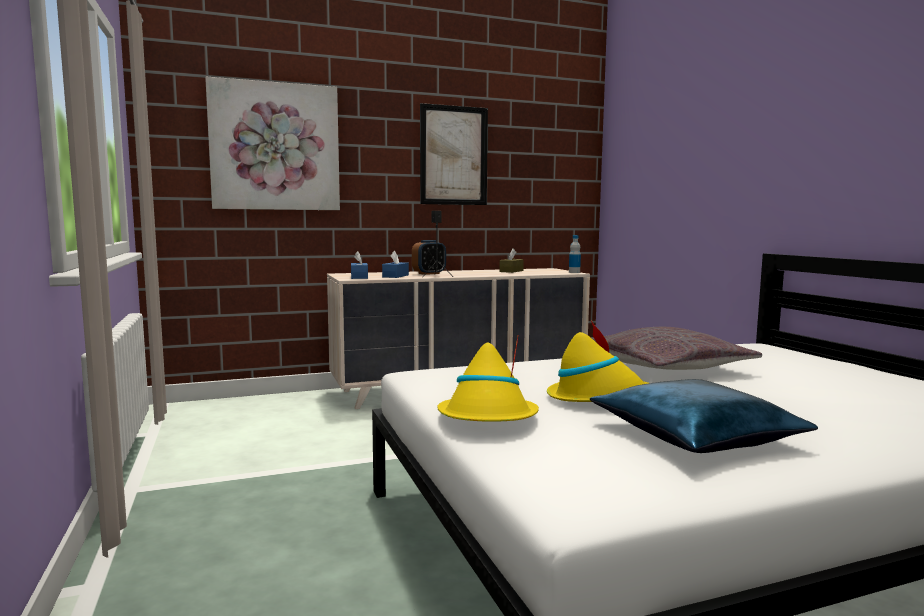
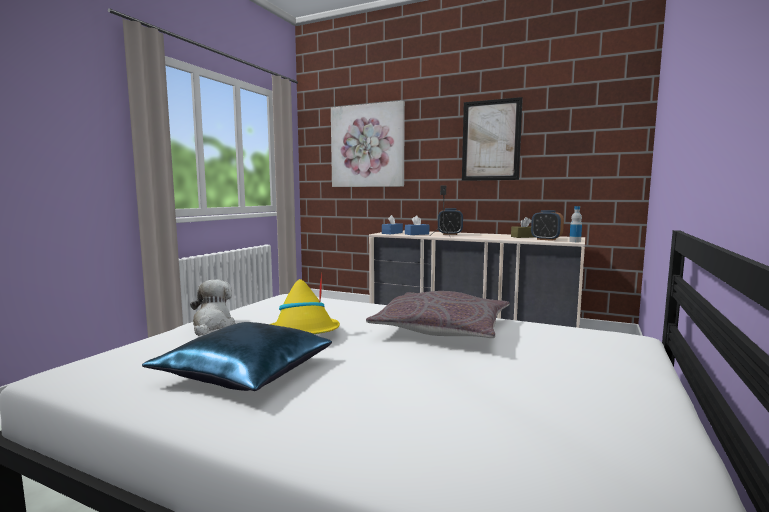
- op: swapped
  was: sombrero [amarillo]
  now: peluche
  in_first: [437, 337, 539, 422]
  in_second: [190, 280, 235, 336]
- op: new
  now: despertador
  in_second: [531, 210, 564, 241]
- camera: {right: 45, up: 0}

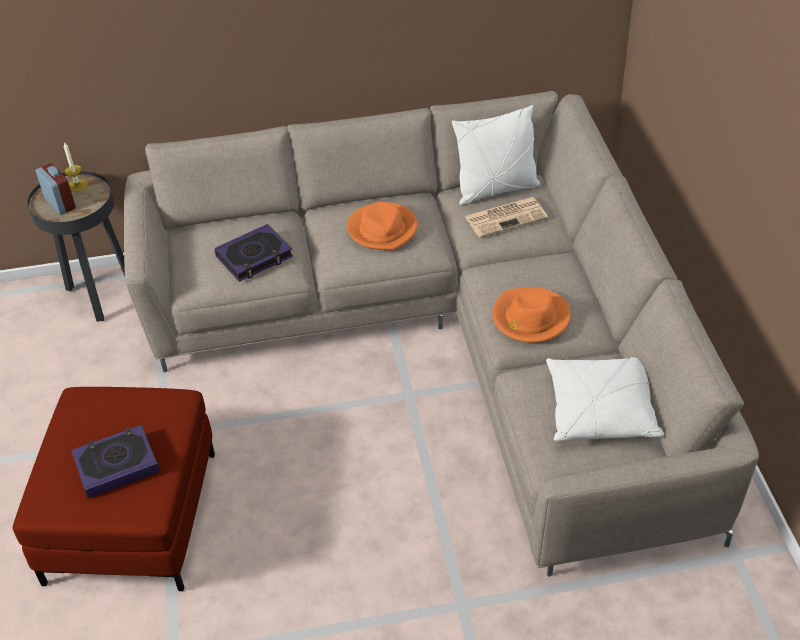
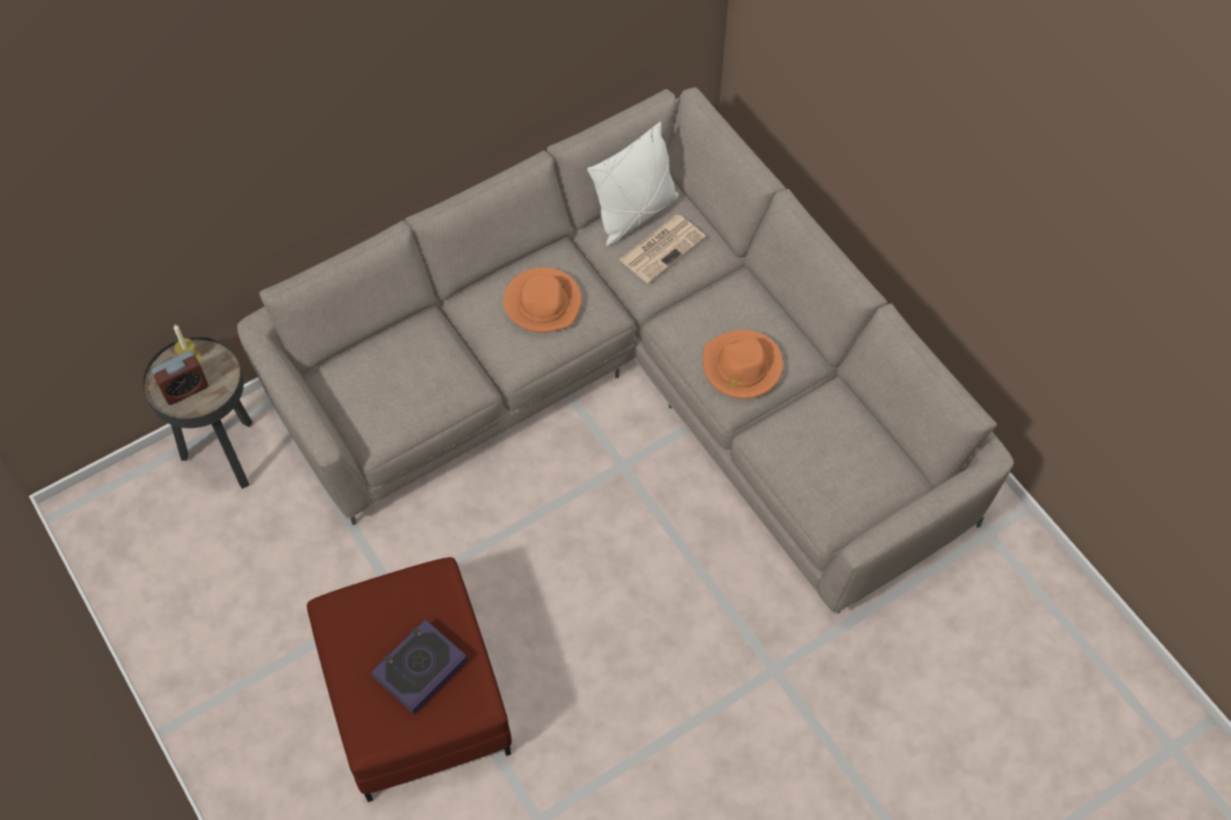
- op: rotated
  was: despertador
  in_first: [36, 163, 76, 215]
  in_second: [151, 351, 208, 405]
  clockwise: 120
- op: gone
  was: libro
  in_first: [214, 224, 293, 282]
- op: gone
  was: cojín [blanco]
  in_first: [546, 357, 664, 441]
- camera: {right: -25, up: 15}

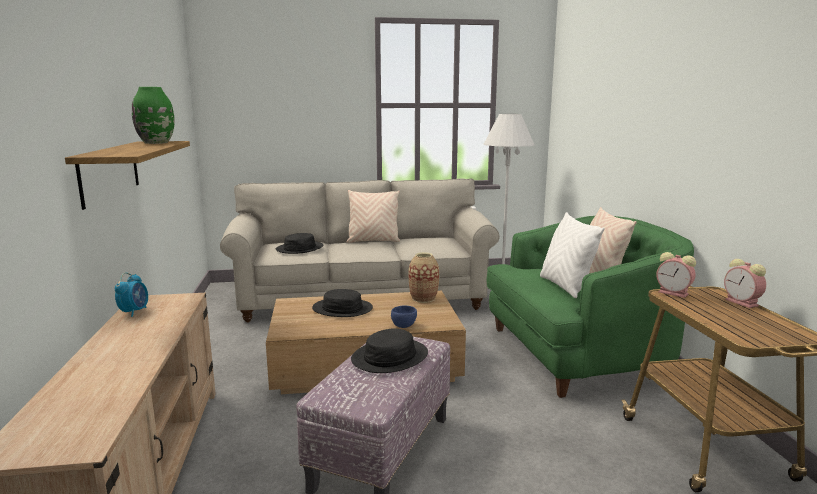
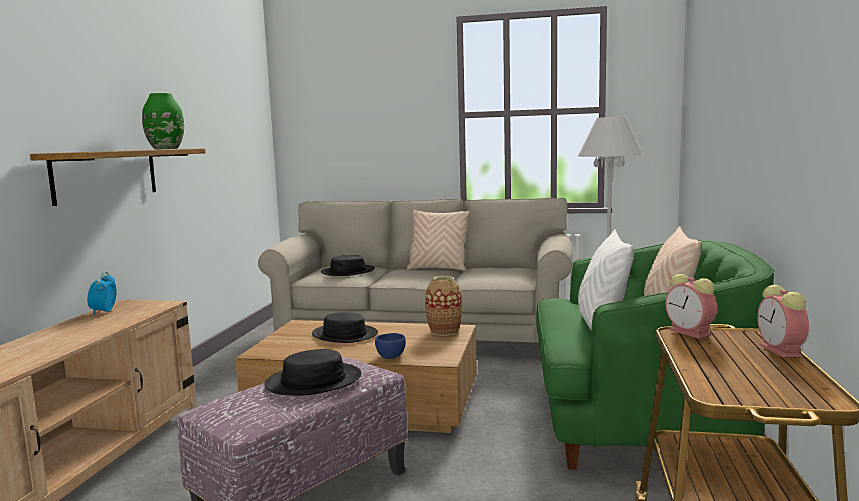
- op: rotated
  was: despertador
  in_first: [115, 272, 148, 317]
  in_second: [87, 272, 117, 316]
  clockwise: 150
- camera: {right: 20, up: -5}

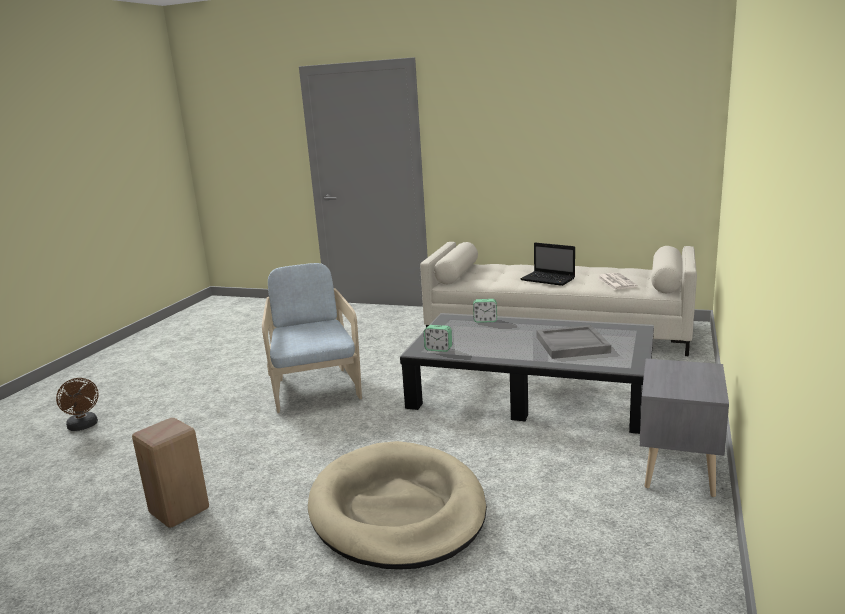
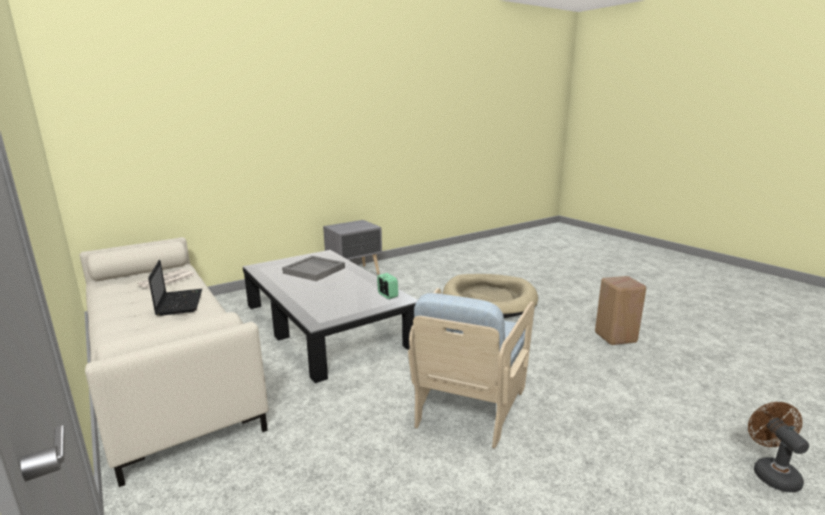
- op: gone
  was: despertador
  in_first: [473, 299, 497, 323]
- camera: {right: -145, up: 0}

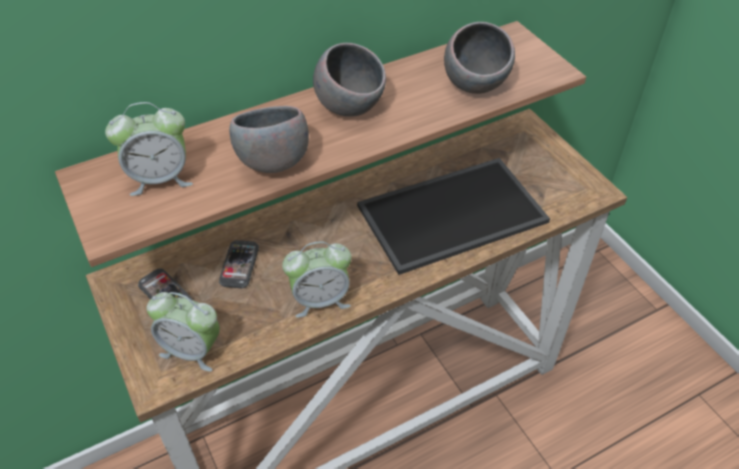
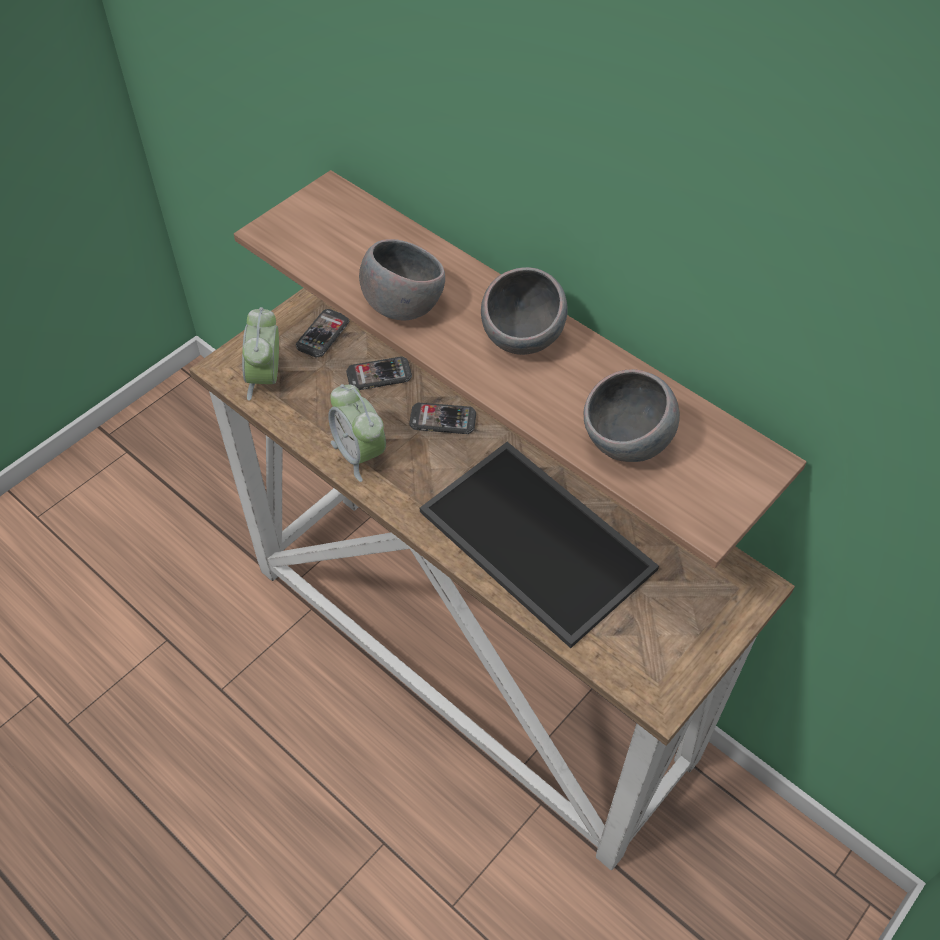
- op: gone
  was: despertador
  in_first: [105, 102, 193, 196]
- op: new
  now: móvil
  in_second: [409, 403, 476, 434]
- camera: {right: 70, up: 5}

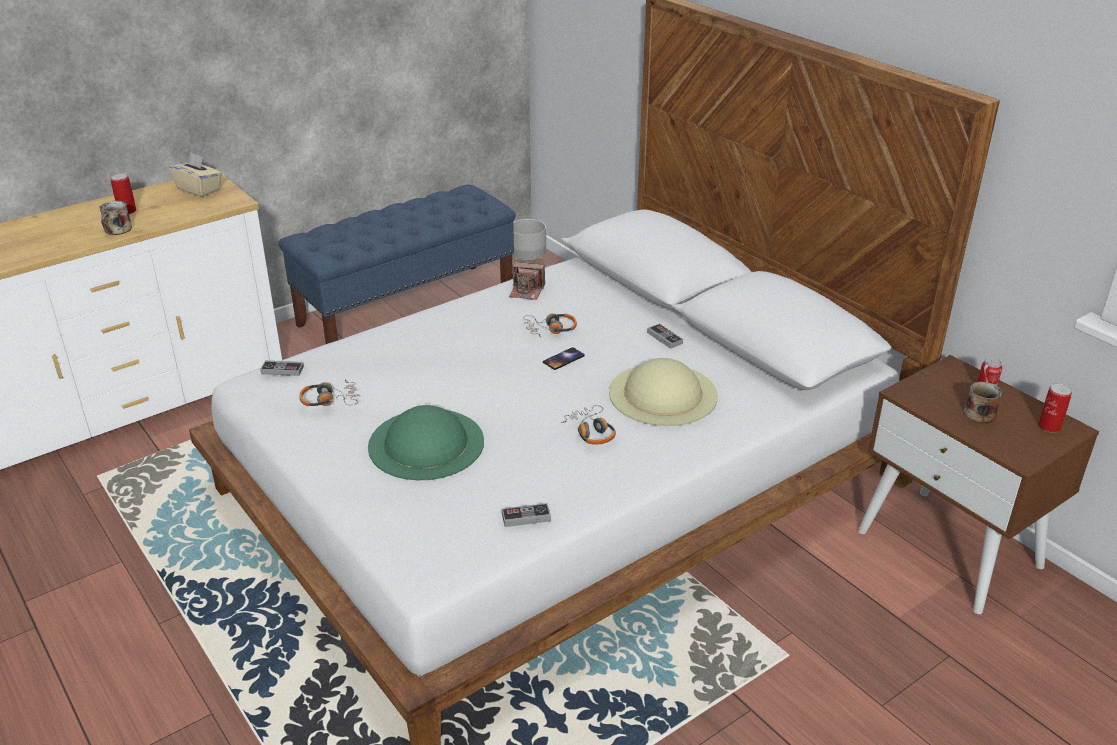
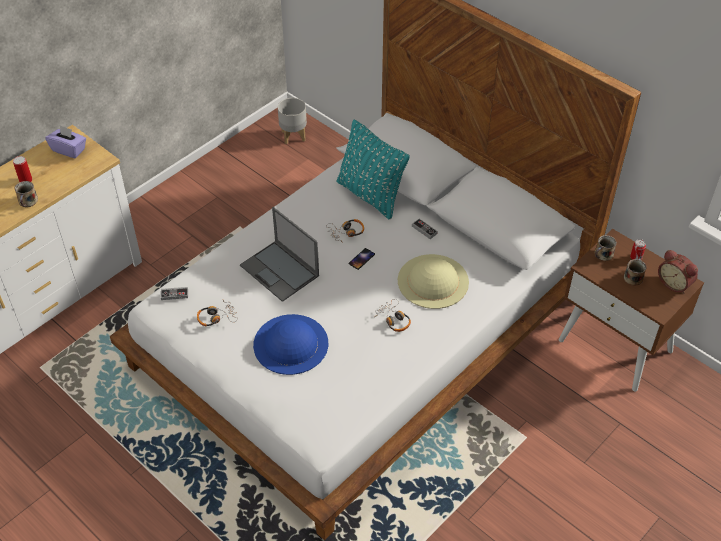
- op: repainted
  was: caja de pañuelos [beis]
  now: caja de pañuelos [morado]
  in_first: [168, 152, 222, 197]
  in_second: [45, 125, 86, 158]
- op: gone
  was: banco [azul]
  in_first: [279, 184, 516, 344]
- op: gone
  was: cámara
  in_first: [509, 262, 545, 300]
- op: swapped
  was: lata
  now: despertador
  in_first: [1038, 384, 1072, 433]
  in_second: [658, 250, 698, 294]
- op: repainted
  was: sombrero [verde]
  now: sombrero [azul]
  in_first: [368, 405, 484, 480]
  in_second: [253, 314, 328, 375]
- op: gone
  was: mando de consola
  in_first: [502, 503, 551, 527]
- op: new
  now: cojín [turquesa]
  in_second: [337, 119, 410, 219]
- op: new
  now: portátil
  in_second: [240, 207, 319, 302]
- op: new
  now: taza grande
  in_second: [595, 235, 617, 261]
- camera: {right: -10, up: 15}

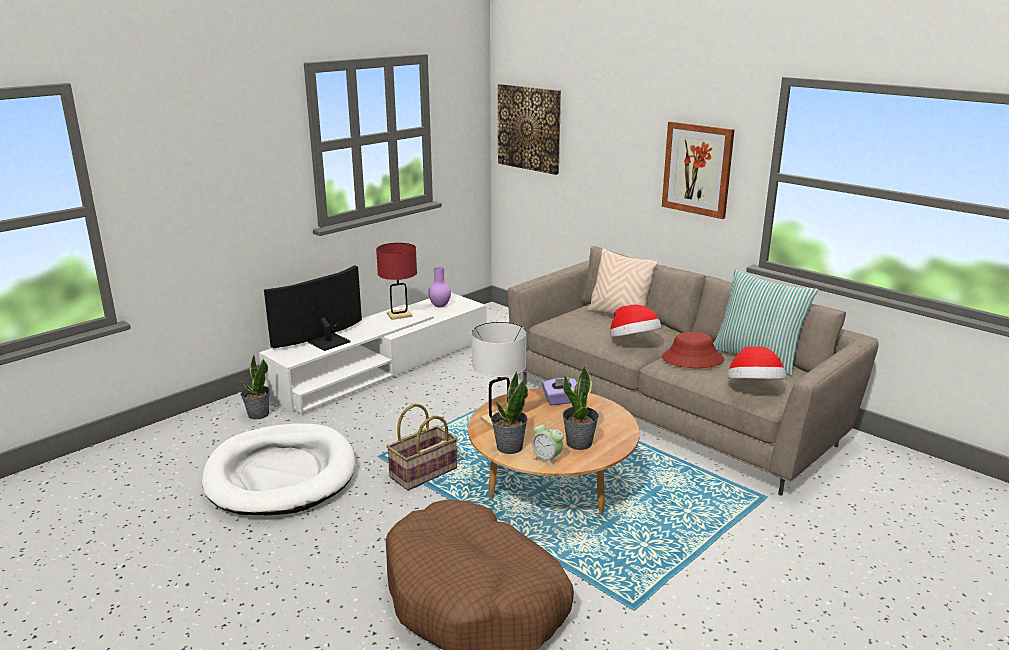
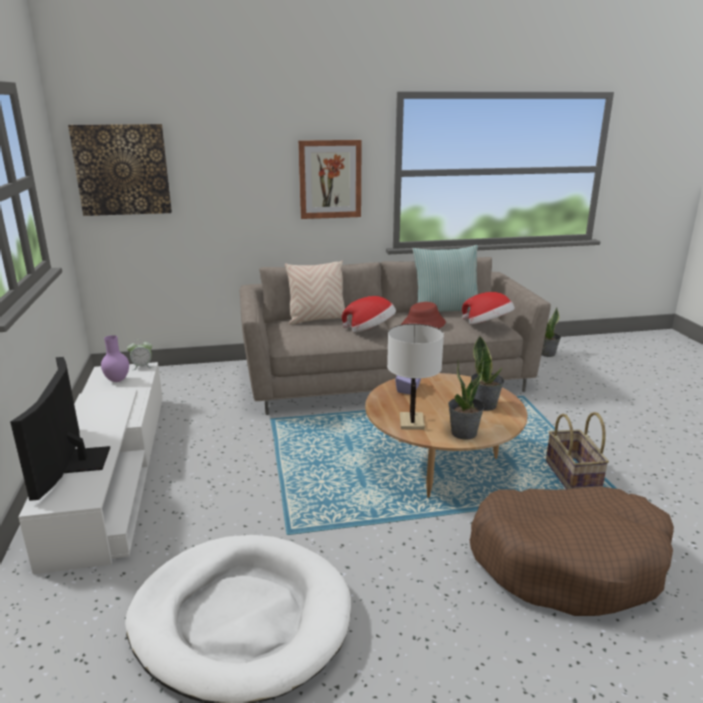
- op: gone
  was: lámpara de mesa [rojo]
  in_first: [376, 243, 417, 320]
- op: shifted
  was: planta en maceta
  in_first: [241, 355, 270, 419]
  in_second: [541, 308, 561, 357]
- op: shifted
  was: cesta
  in_first: [386, 404, 457, 491]
  in_second: [546, 412, 609, 489]
- op: shifted
  was: despertador
  in_first: [532, 422, 564, 467]
  in_second: [127, 339, 153, 370]
- camera: {right: -55, up: 0}

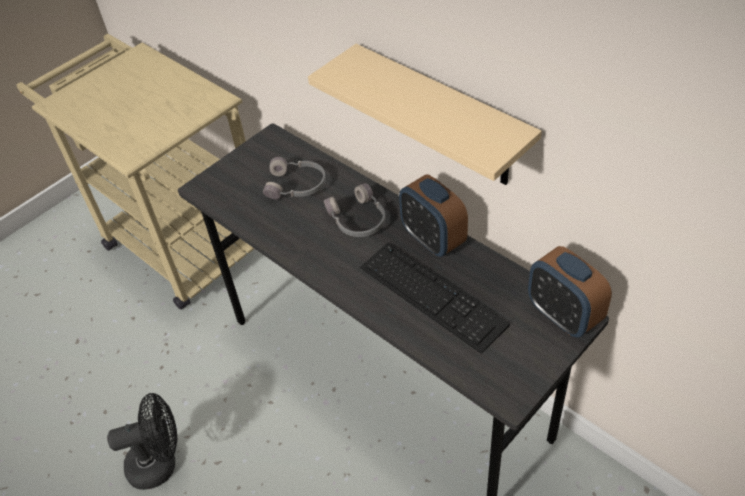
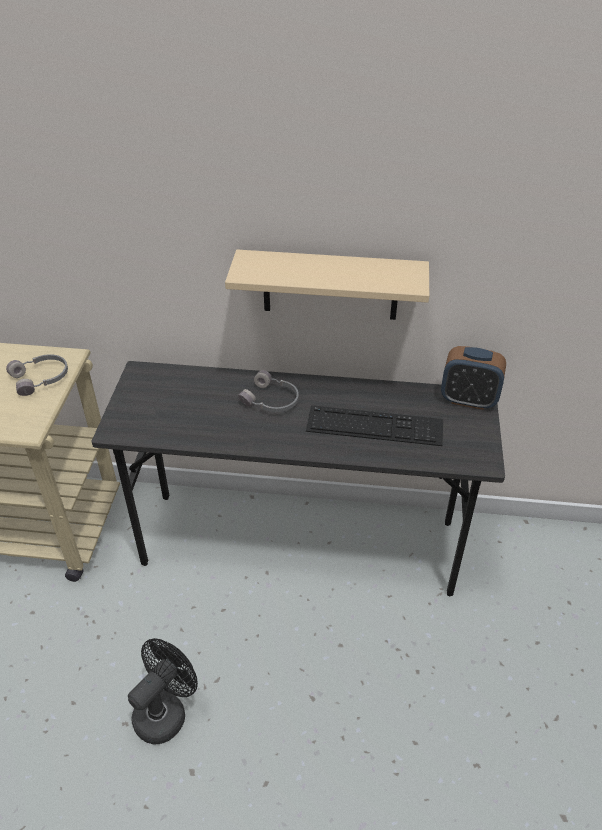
- op: shifted
  was: auriculares [gris]
  in_first: [263, 157, 326, 199]
  in_second: [6, 354, 68, 396]
- op: gone
  was: despertador
  in_first: [399, 174, 468, 257]
- camera: {right: -40, up: -5}

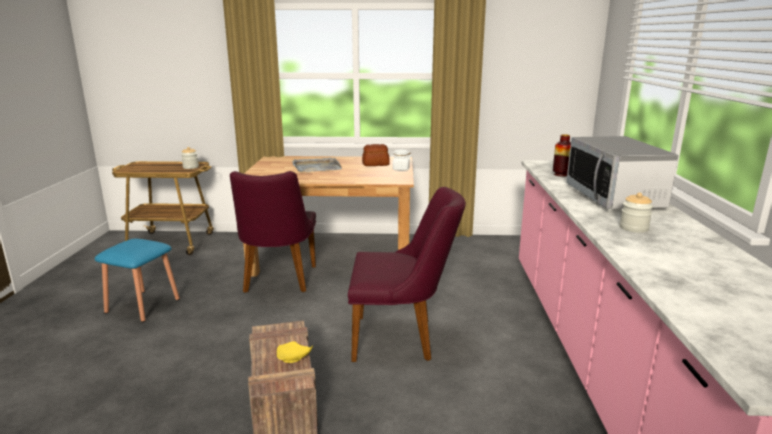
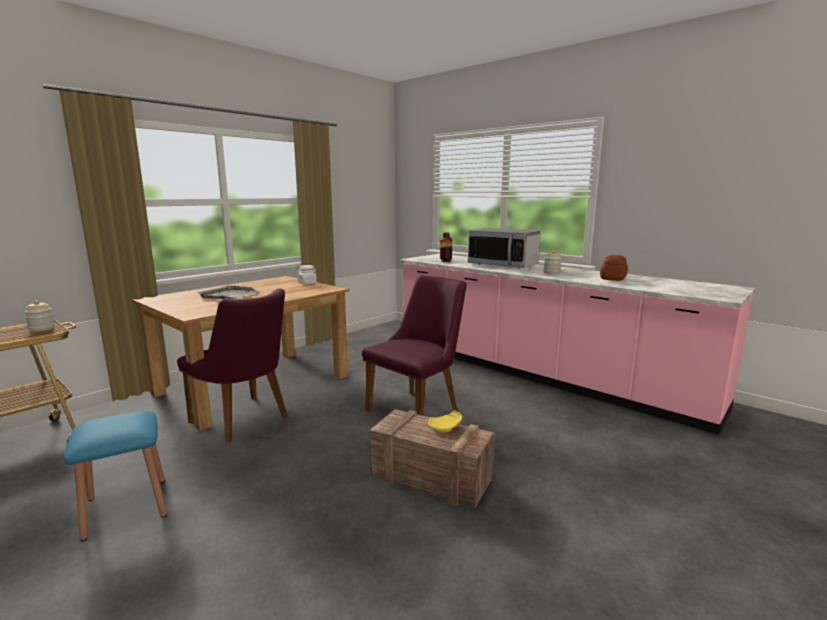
- op: shifted
  was: pan
  in_first: [362, 144, 390, 166]
  in_second: [600, 255, 628, 281]
- camera: {right: -50, up: -5}

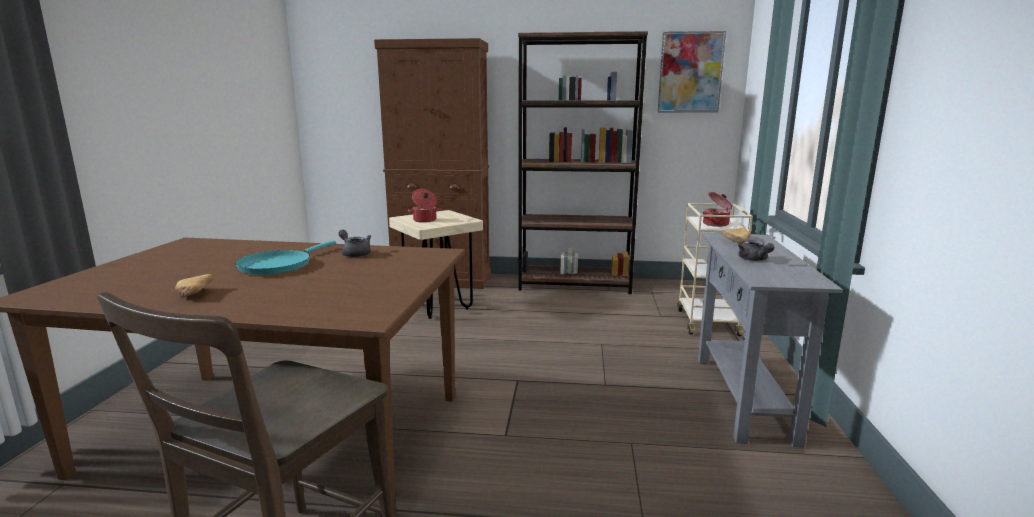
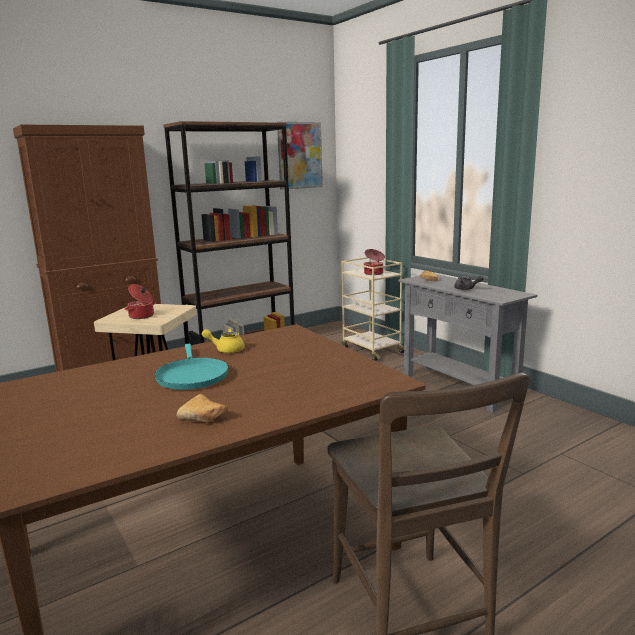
- op: repainted
  was: tetera [gris]
  now: tetera [amarillo]
  in_first: [338, 230, 371, 257]
  in_second: [202, 329, 245, 353]
- camera: {right: -40, up: 0}

